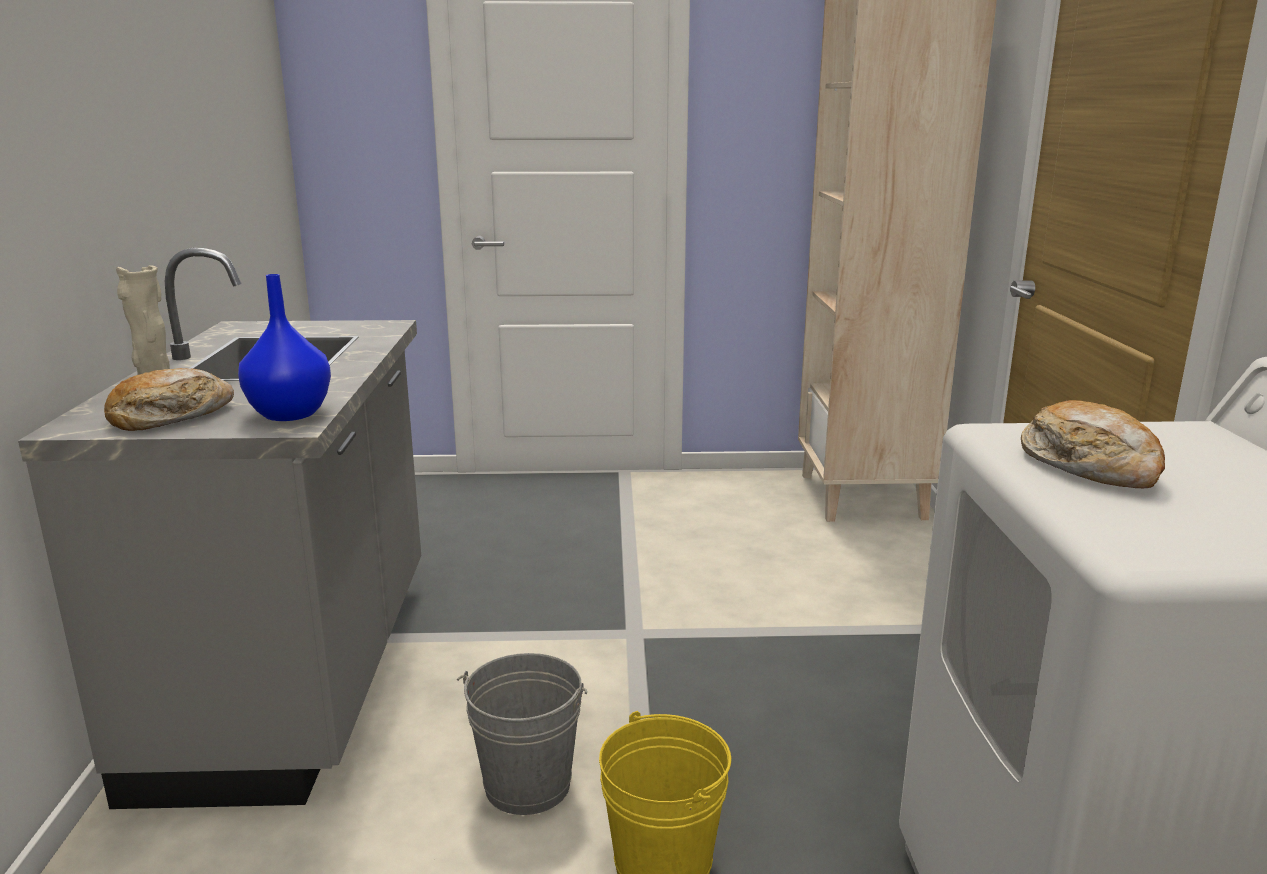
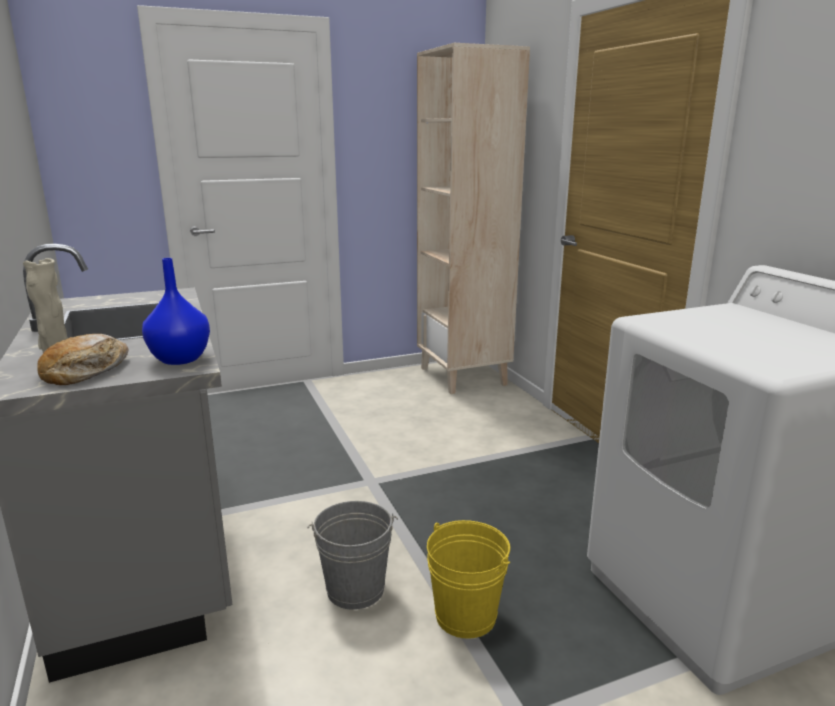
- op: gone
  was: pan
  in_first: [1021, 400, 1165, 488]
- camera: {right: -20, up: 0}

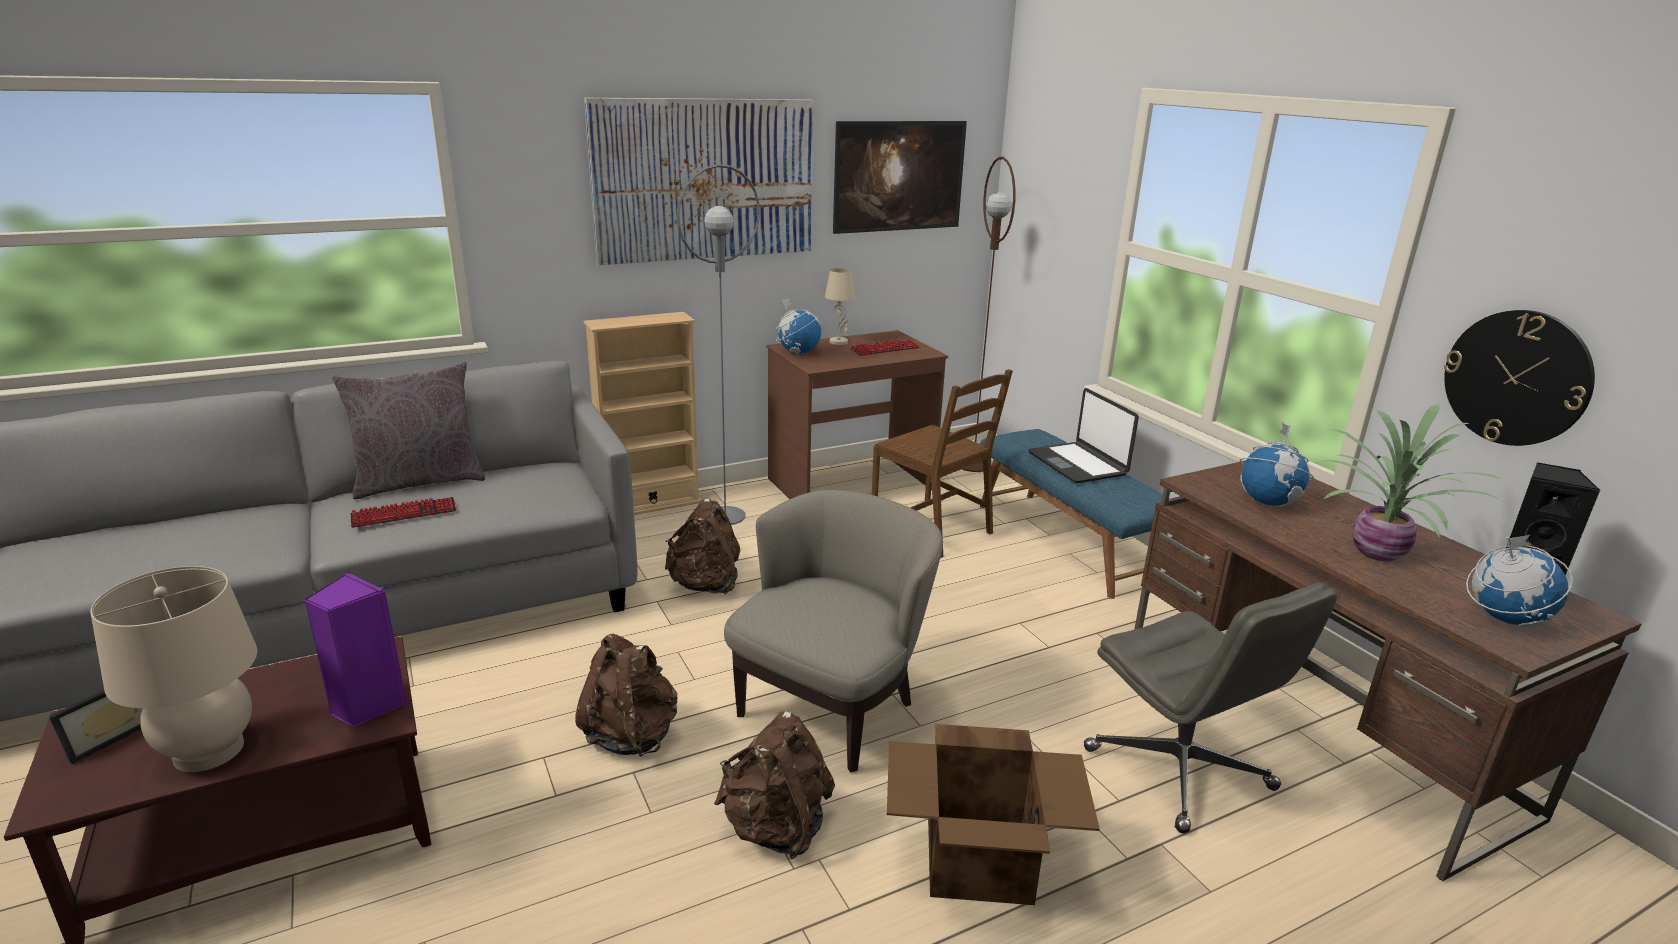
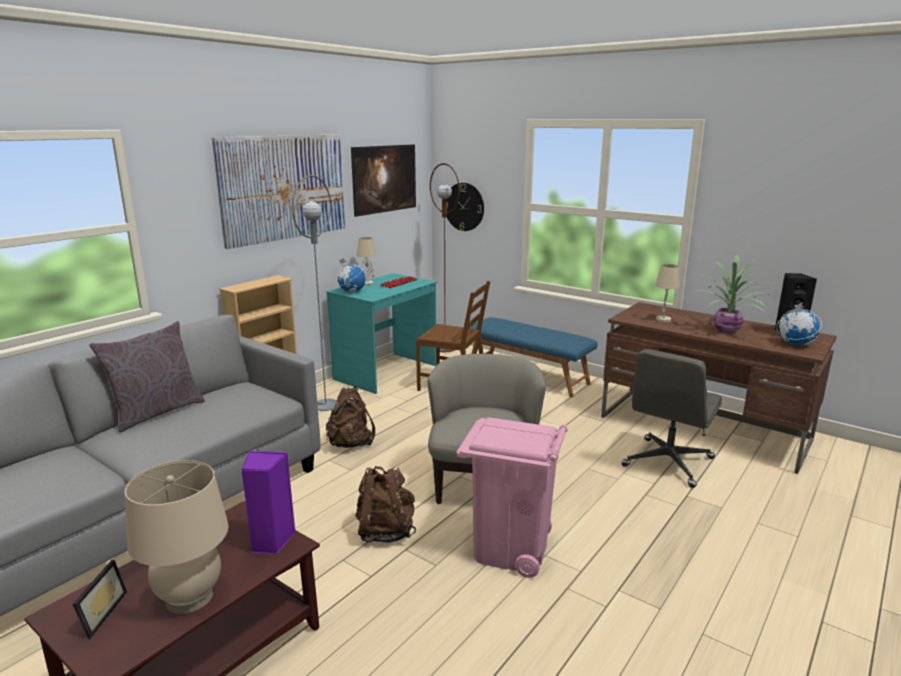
- op: shifted
  was: reloj de pared
  in_first: [1444, 310, 1595, 446]
  in_second: [447, 183, 484, 231]
- op: repainted
  was: escritorio [marrón]
  now: escritorio [turquesa]
  in_first: [766, 330, 948, 499]
  in_second: [326, 273, 438, 394]
- op: gone
  was: portátil
  in_first: [1028, 388, 1139, 483]
- op: swapped
  was: globo terráqueo
  now: lámpara de mesa [beis]
  in_first: [1240, 423, 1314, 507]
  in_second: [655, 264, 680, 322]
- op: gone
  was: teclado
  in_first: [350, 497, 456, 528]
- op: rotated
  was: silla de oficina [gris]
  in_first: [1084, 582, 1337, 833]
  in_second: [622, 349, 722, 488]
  clockwise: 90
- op: swapped
  was: mochila [marrón]
  now: papelera [rosa]
  in_first: [714, 711, 835, 860]
  in_second: [457, 417, 568, 578]
- op: gone
  was: caja de cartón
  in_first: [887, 724, 1100, 905]
- camera: {right: -25, up: -5}

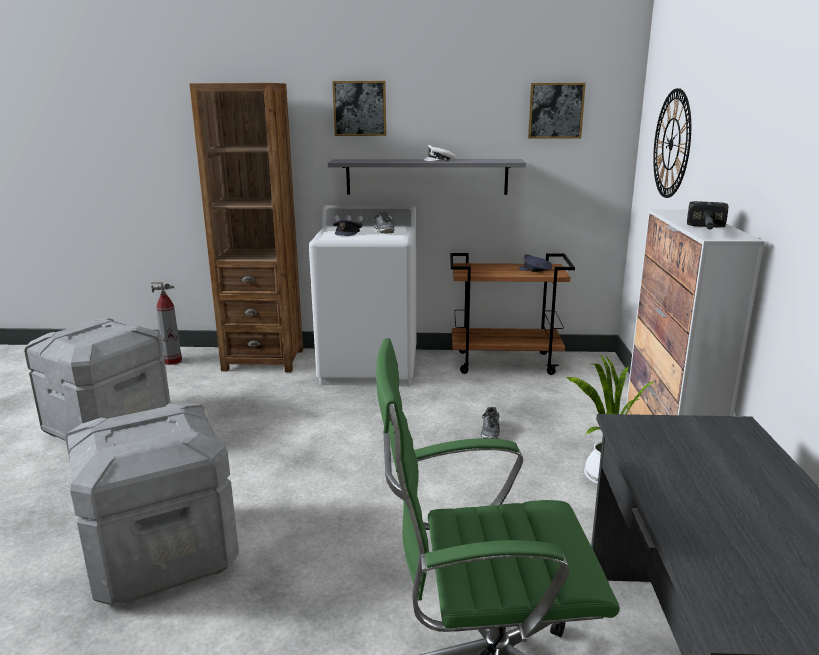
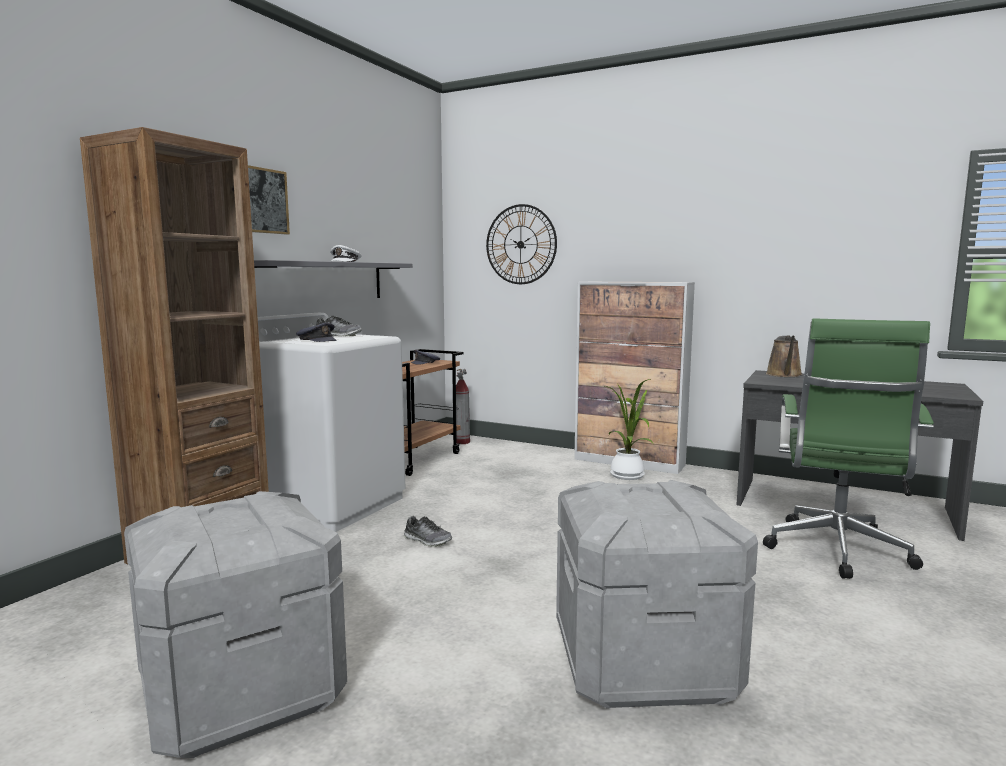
- op: gone
  was: cuadro
  in_first: [528, 83, 586, 139]
- op: gone
  was: martillo
  in_first: [687, 201, 728, 229]
- op: shifted
  was: extintor
  in_first: [151, 282, 182, 365]
  in_second: [456, 369, 470, 444]
- op: shifted
  was: zapato
  in_first: [480, 407, 500, 439]
  in_second: [403, 516, 452, 547]
- op: new
  now: regadera [marrón]
  in_second: [766, 335, 802, 377]
- camera: {right: -65, up: -10}

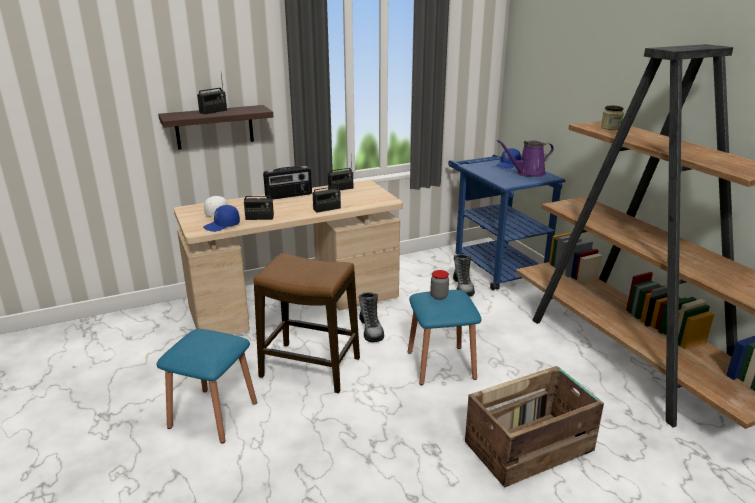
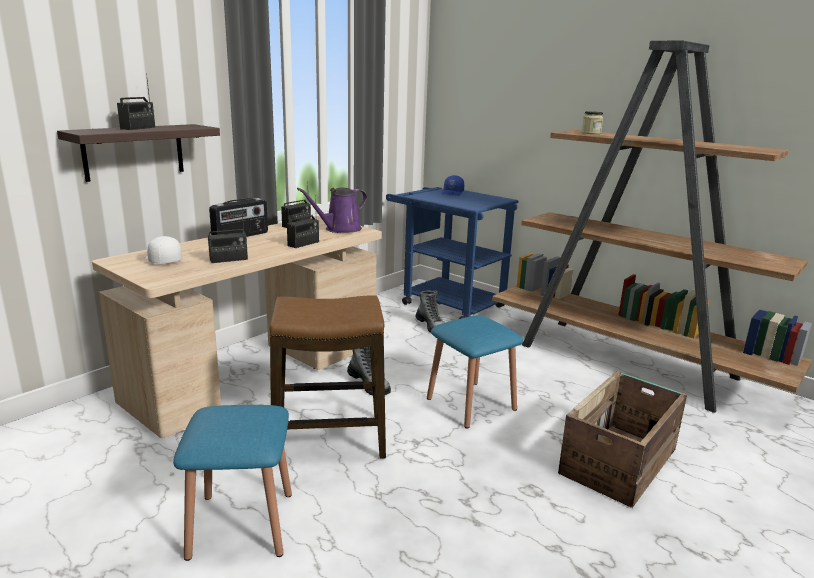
- op: shifted
  was: regadera [morado]
  in_first: [497, 140, 554, 177]
  in_second: [297, 187, 367, 233]
- op: gone
  was: gorra [azul]
  in_first: [203, 205, 240, 232]
- op: gone
  was: tarro
  in_first: [430, 270, 449, 300]
- camera: {right: -25, up: -5}

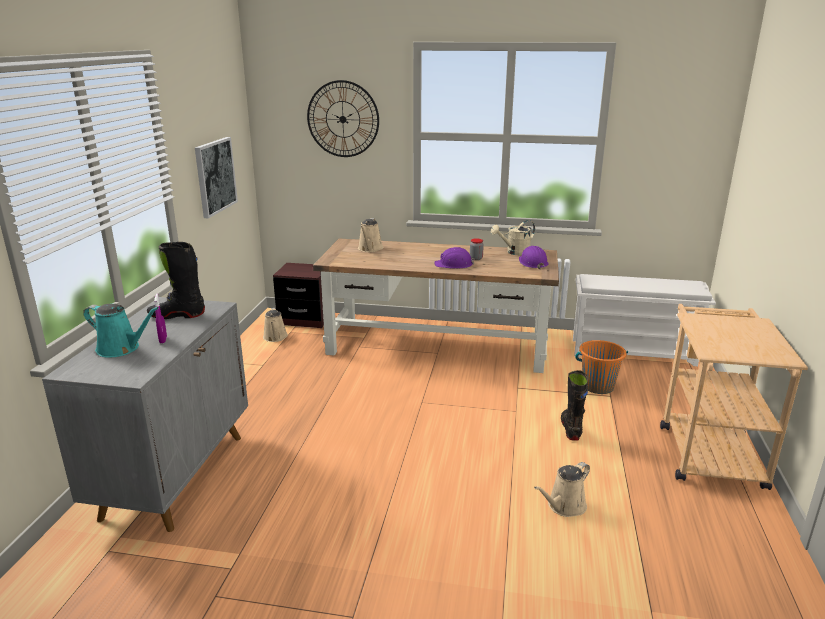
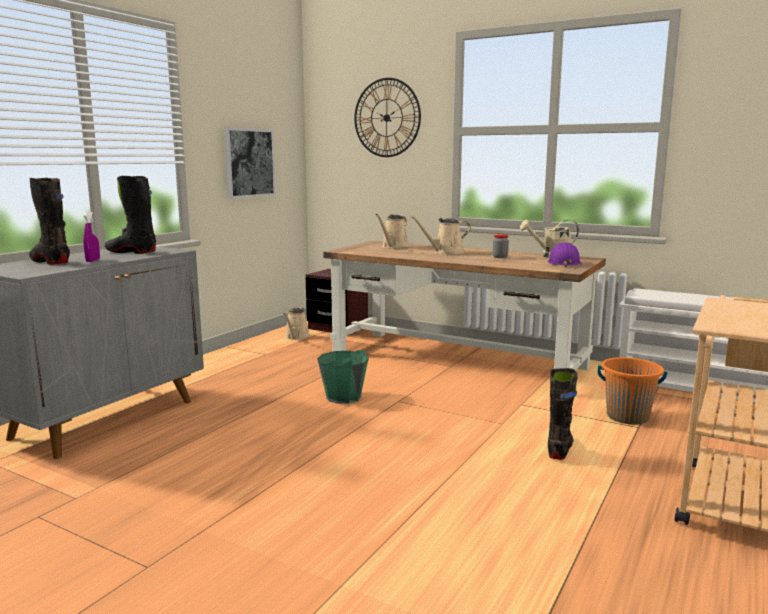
- op: gone
  was: casco [morado]
  in_first: [434, 247, 475, 268]
- op: swapped
  was: regadera [turquesa]
  now: bota [negro]
  in_first: [83, 304, 159, 358]
  in_second: [29, 178, 70, 265]
- op: shifted
  was: regadera [beis]
  in_first: [534, 462, 590, 517]
  in_second: [410, 216, 471, 254]
- op: new
  now: cubo [verde]
  in_second: [317, 350, 369, 404]
- camera: {right: 20, up: -10}

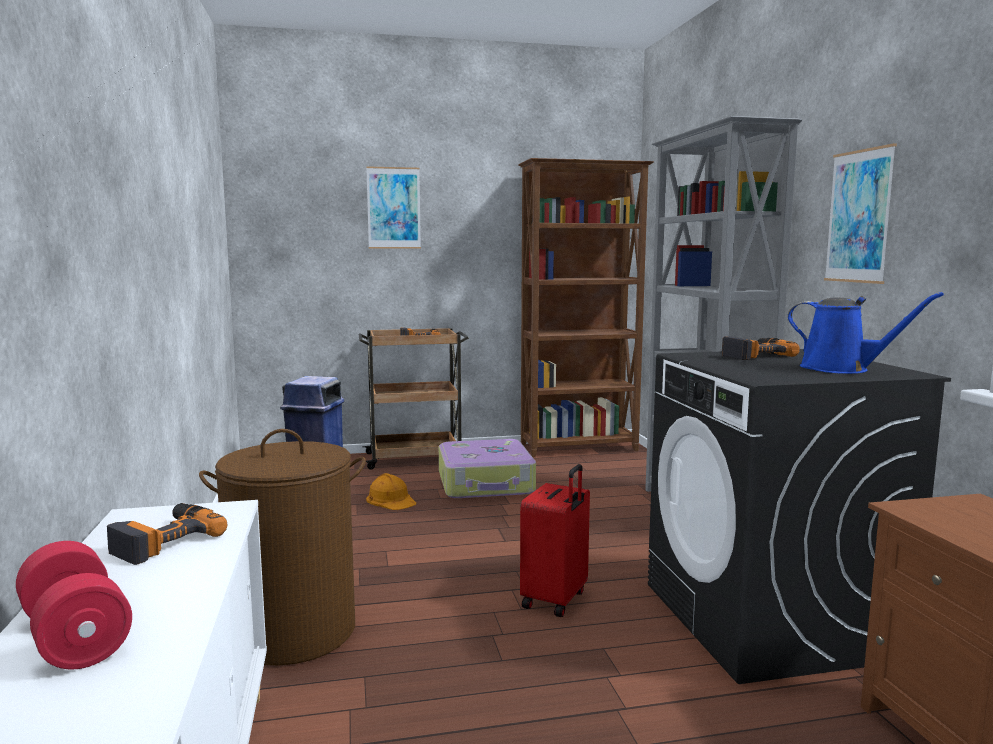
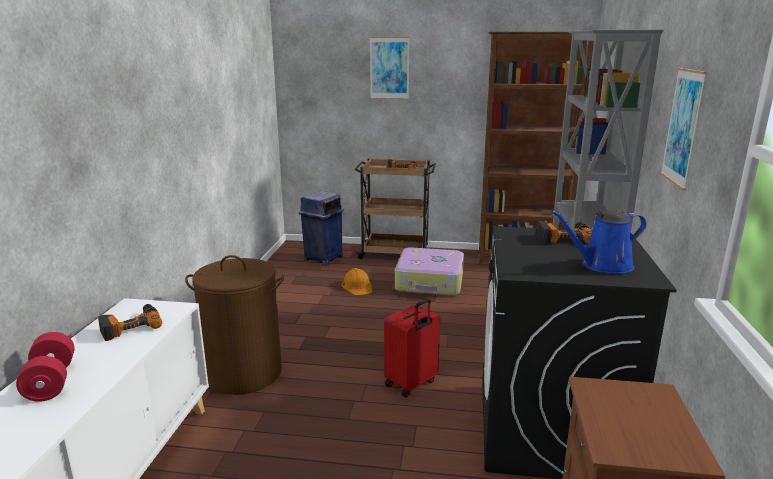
- op: rotated
  was: regadera [azul]
  in_first: [787, 292, 944, 374]
  in_second: [551, 210, 647, 274]
  clockwise: 105
- camera: {right: 20, up: 10}

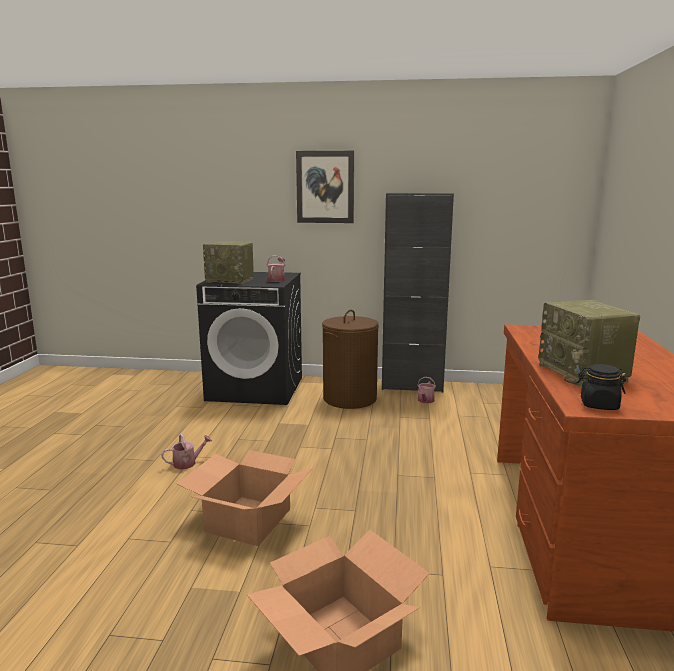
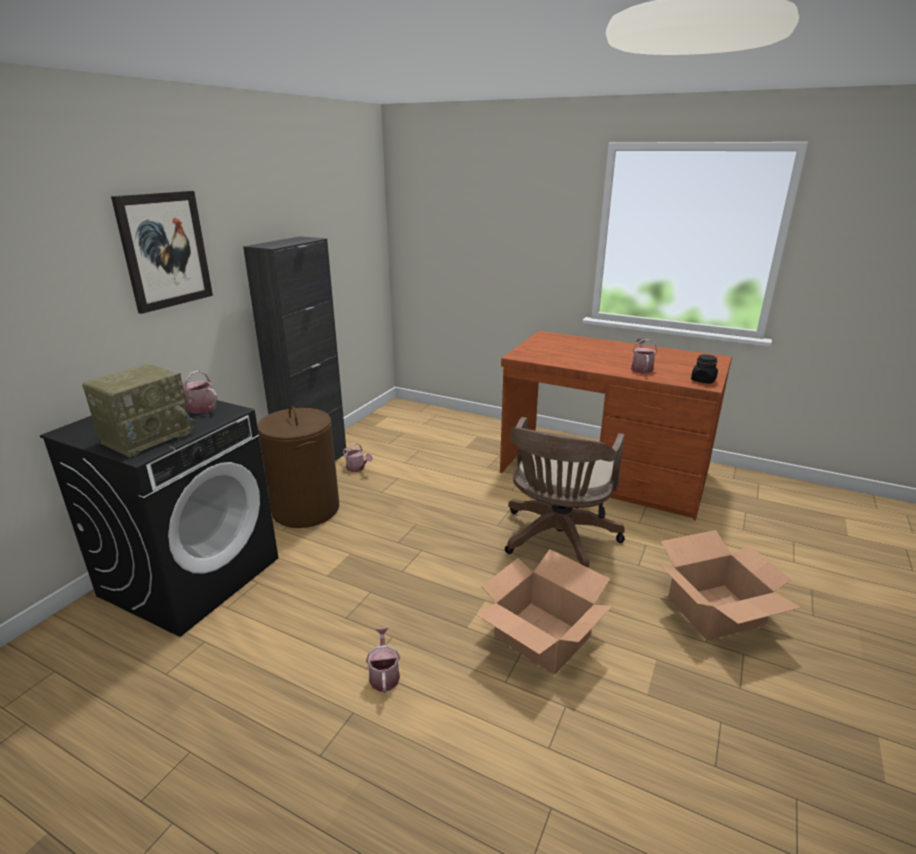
- op: swapped
  was: radio
  now: regadera
  in_first: [538, 300, 640, 387]
  in_second: [631, 338, 657, 374]
- op: new
  now: silla de oficina [marrón]
  in_second: [505, 417, 625, 567]
- camera: {right: -70, up: 10}

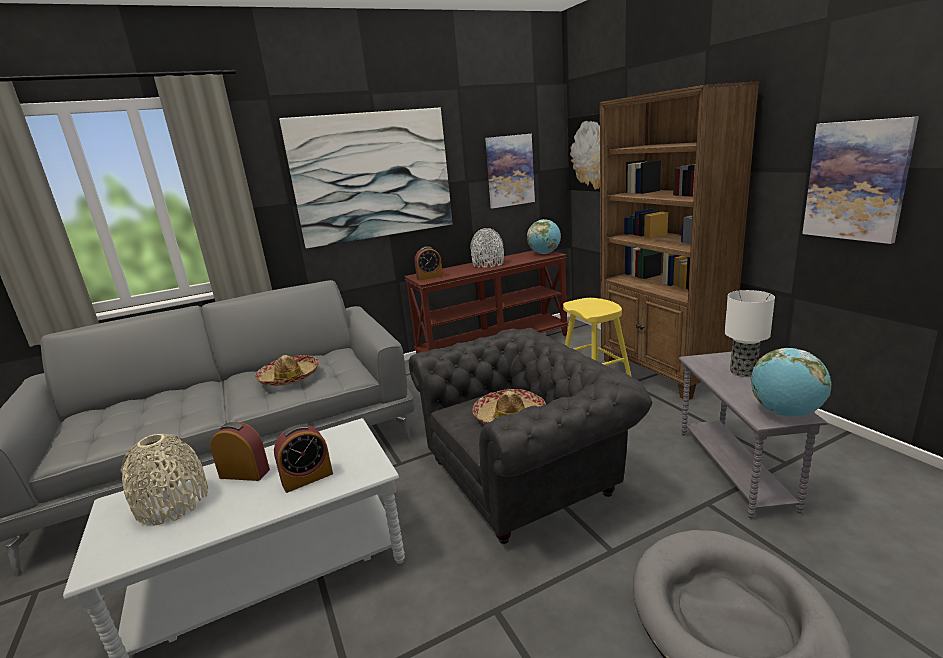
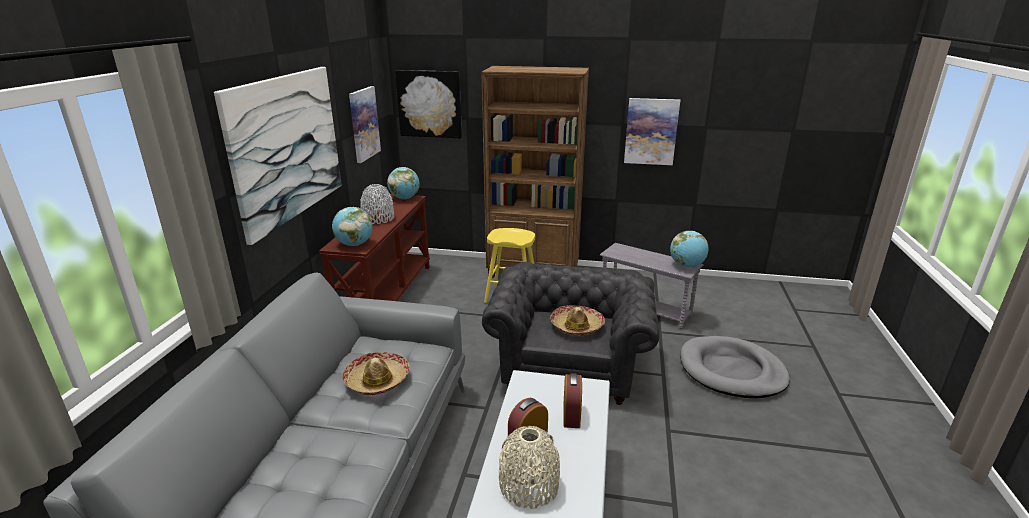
- op: swapped
  was: despertador
  now: globo terráqueo
  in_first: [415, 246, 443, 281]
  in_second: [332, 207, 373, 246]
- op: gone
  was: lámpara de mesa
  in_first: [725, 290, 775, 377]
- camera: {right: -55, up: 5}

